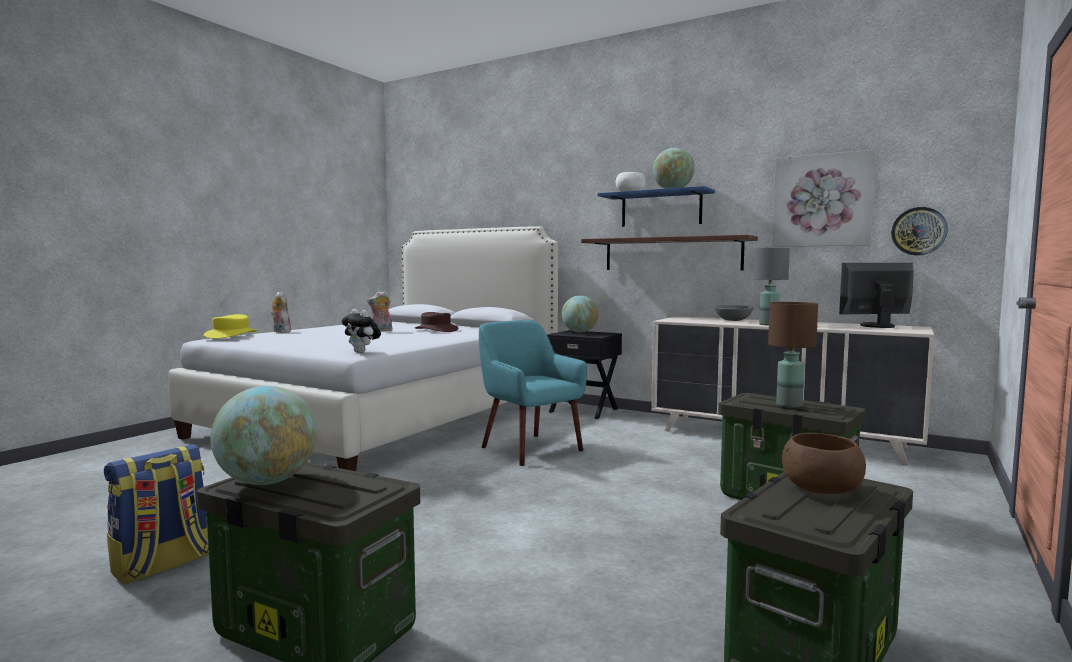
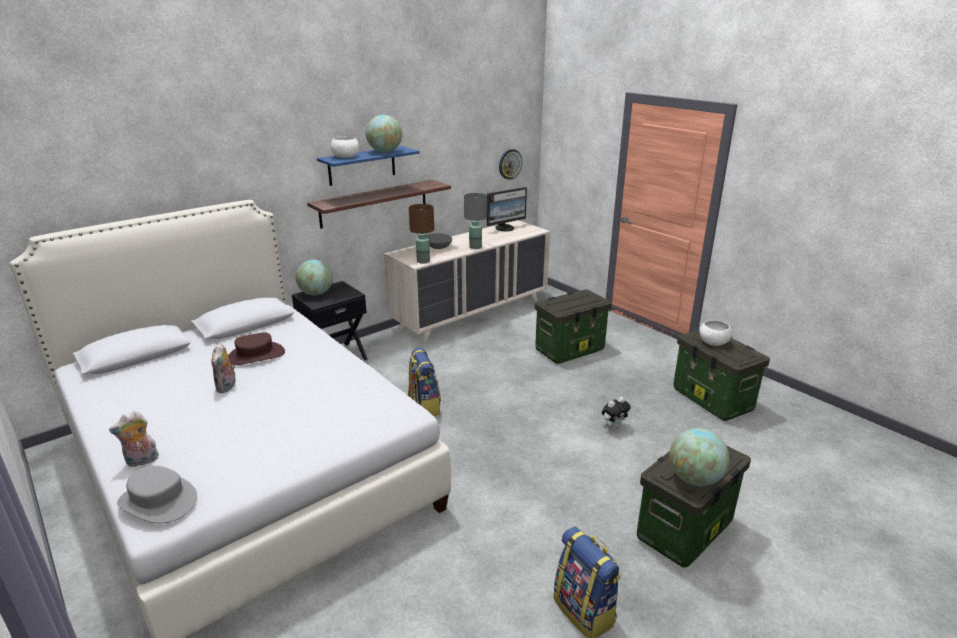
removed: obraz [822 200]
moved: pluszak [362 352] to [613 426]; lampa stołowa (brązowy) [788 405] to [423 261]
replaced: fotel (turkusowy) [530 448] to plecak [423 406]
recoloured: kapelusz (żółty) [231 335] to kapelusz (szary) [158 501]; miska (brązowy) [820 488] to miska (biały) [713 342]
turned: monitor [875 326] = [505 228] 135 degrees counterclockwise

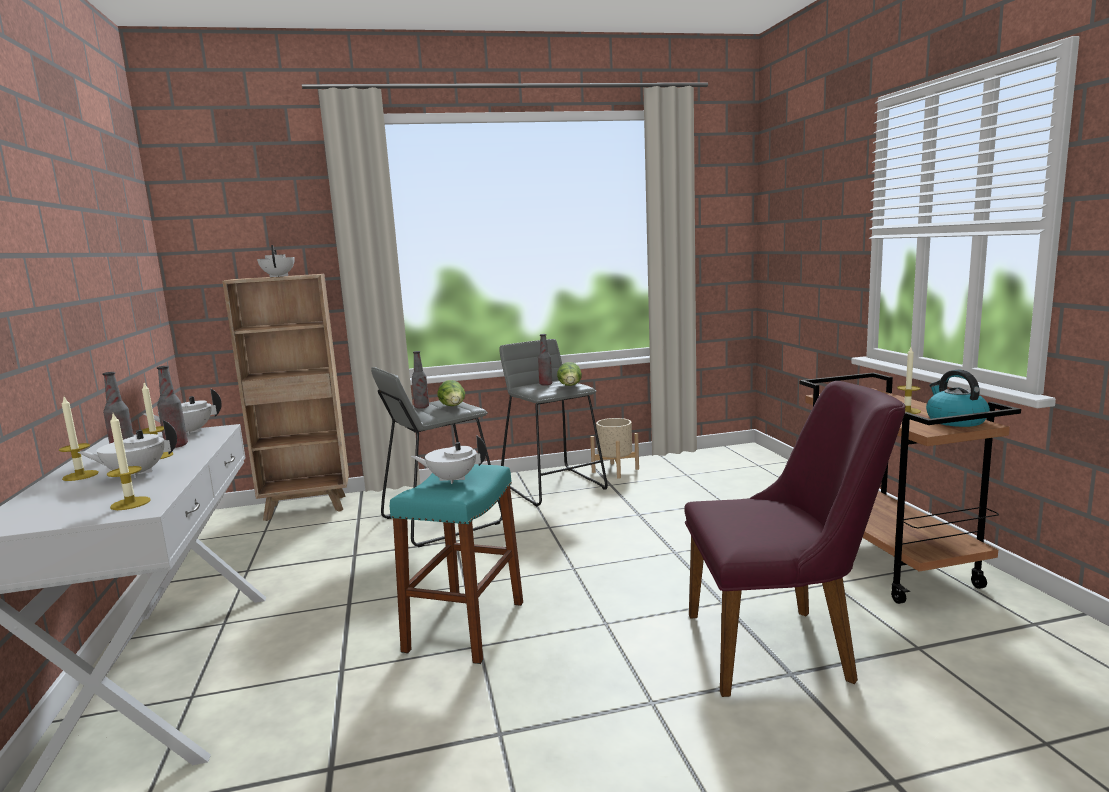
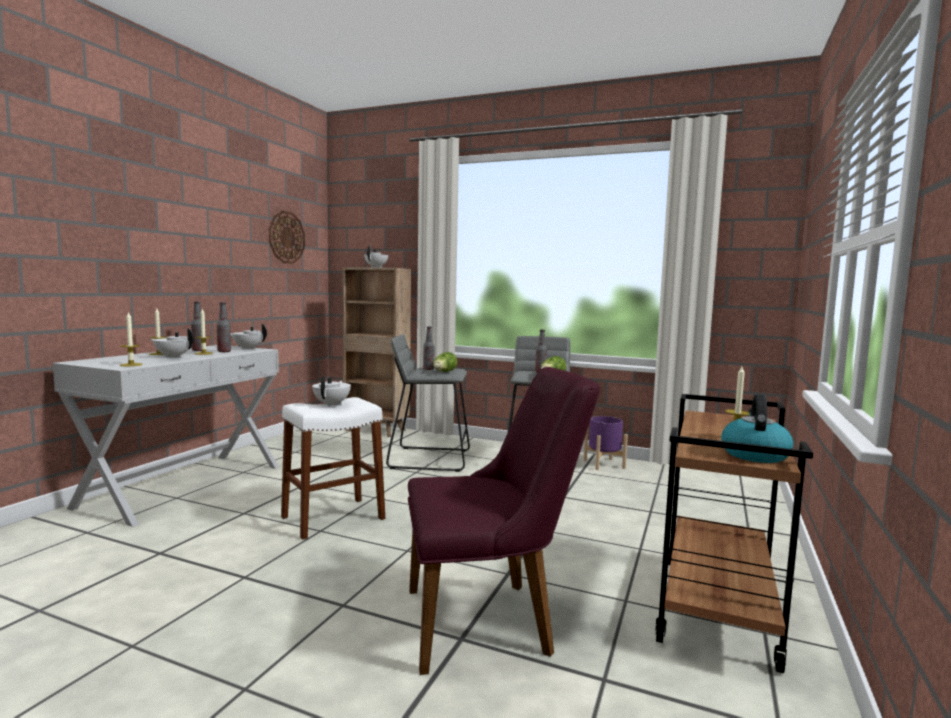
added: zegar ścienny [286 237]
recoloured: stołek (turkusowy) [465 626] to stołek (biały) [333 518]; donica (beżowy) [615 470] to donica (fioletowy) [603 464]
turned: imbryk (biały) [452 479] = [332 404] 60 degrees clockwise; krzesło (fioletowy) [784 647] = [492 621] 45 degrees counterclockwise

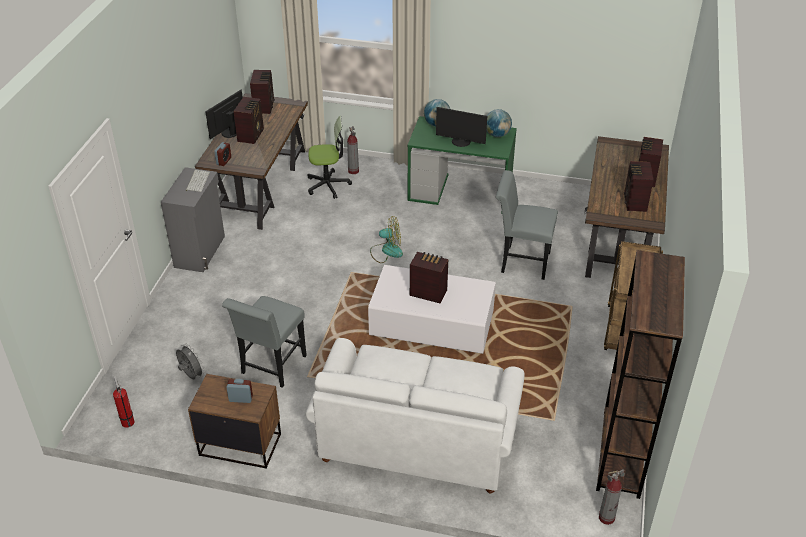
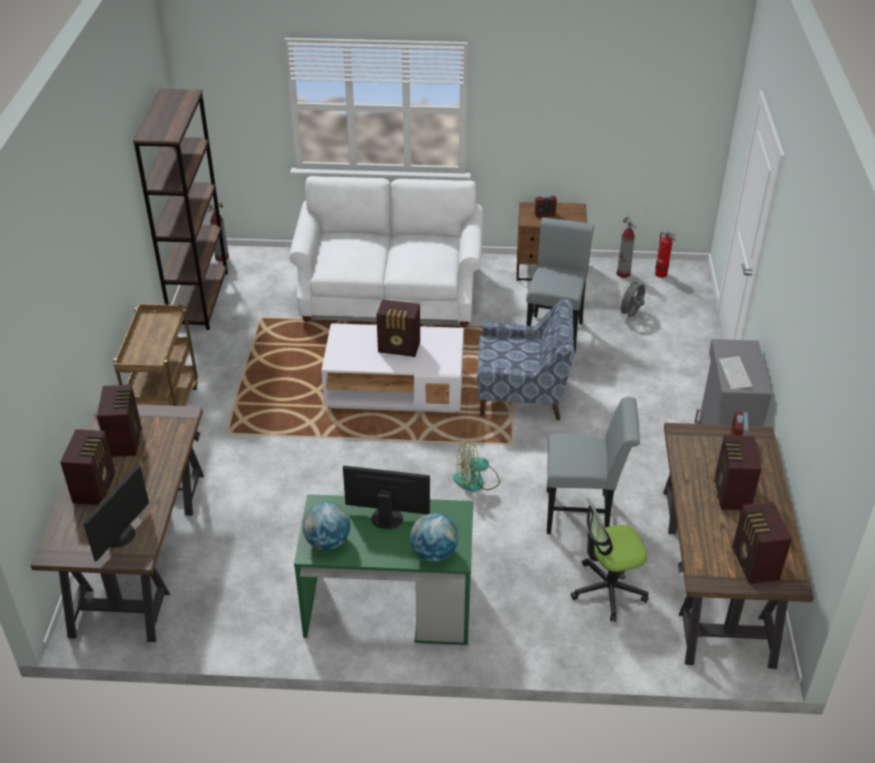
added: fotel (niebieski) [523 394]
moved: monitor [229 132] to [120 535]; gaśnica [353 171] to [623 274]; krzesło (szary) [521 262] to [583 513]
turned: wentylator (szary) [191 375] = [631 315] 90 degrees clockwise

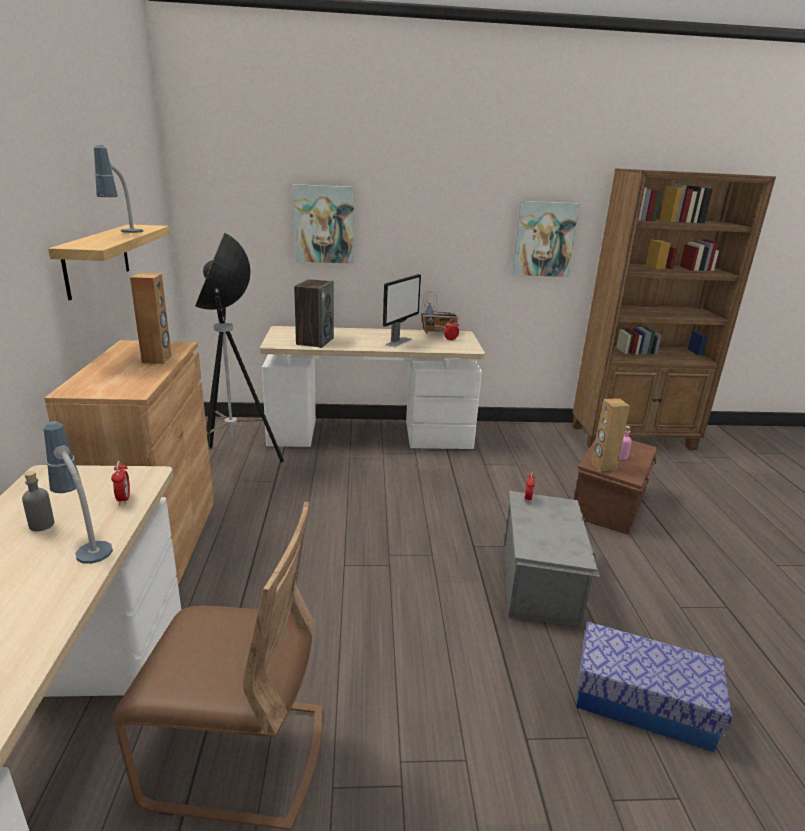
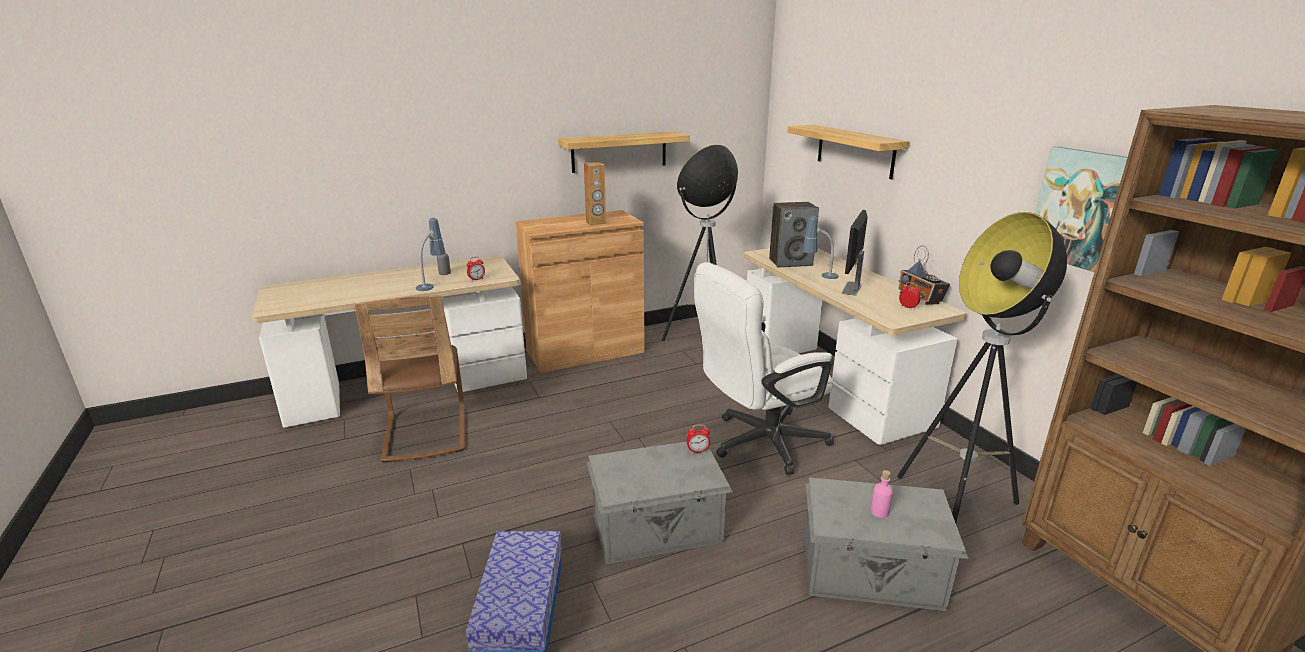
removed: głośnik (brązowy) [603 466]
added: krzesło biurowe (biały) [759 443]; lampa stojąca [957 508]
moved: lampa stołowa [123 233] to [818 277]
replaced: obraz [324 224] to półka [855 151]
recoloured: pojemnik do przechowywania (brązowy) [610 504] to pojemnik do przechowywania (szary) [871 574]
turned: monitor [399 342] = [851 288] 105 degrees clockwise

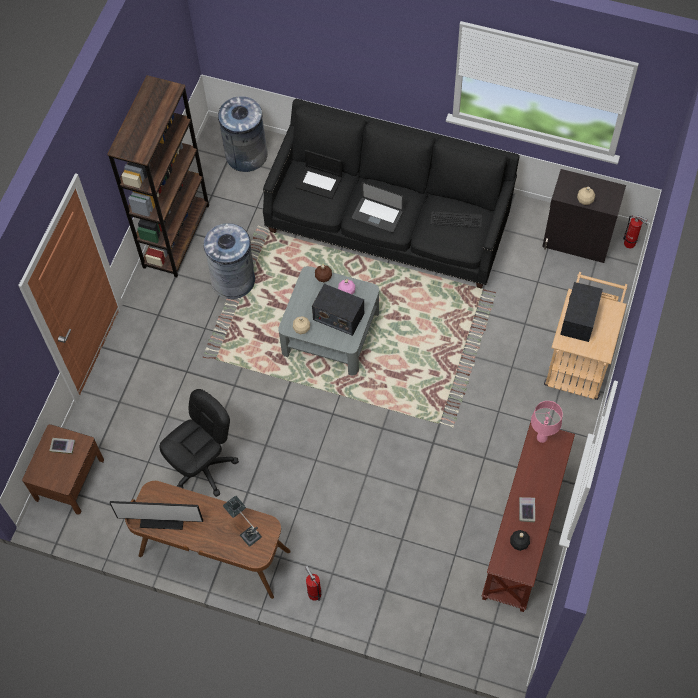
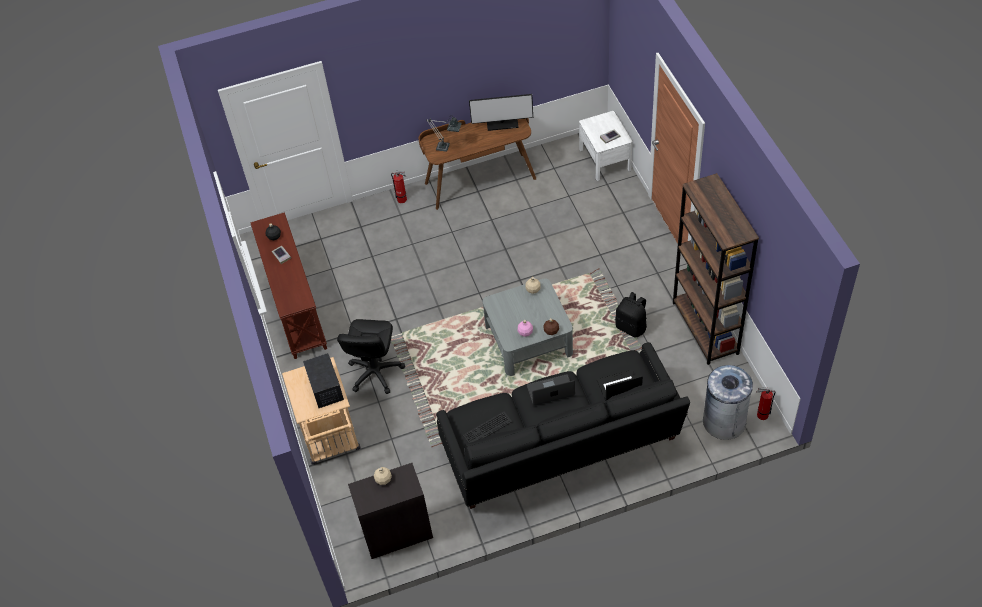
removed: radio [338 316]; lampa stołowa (różowy) [542 437]
moved: krzesło biurowe (czarny) [203 467] to [375 372]; gaśnica [631 244] to [761 415]
replaced: kosz na śmieci (szary) [233 280] to plecak (czarny) [631 327]
recoloured: szafka nocna (brązowy) [69 479] to szafka nocna (biały) [605 160]
turned: monitor [162 519] = [502 124] 150 degrees counterclockwise

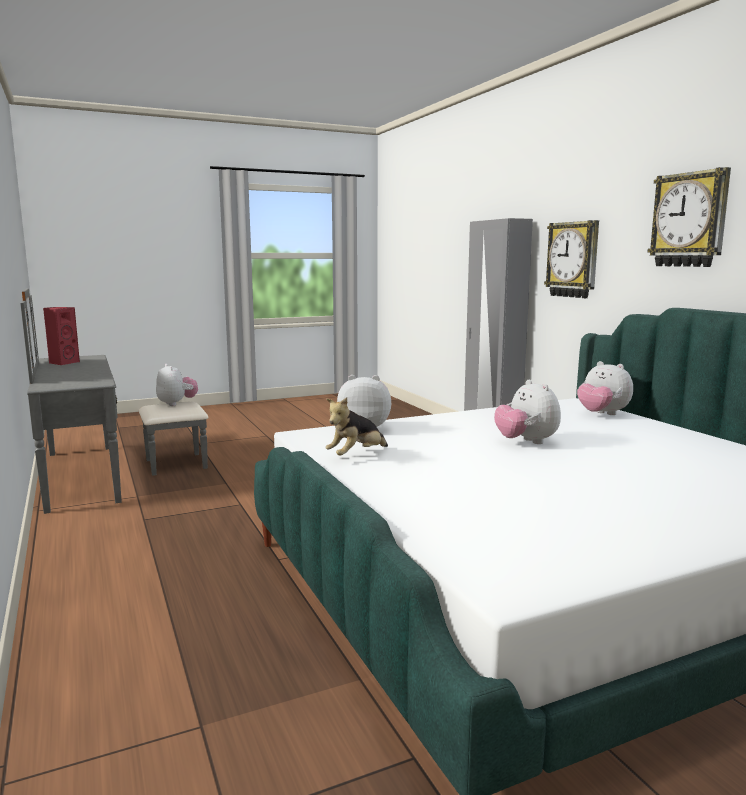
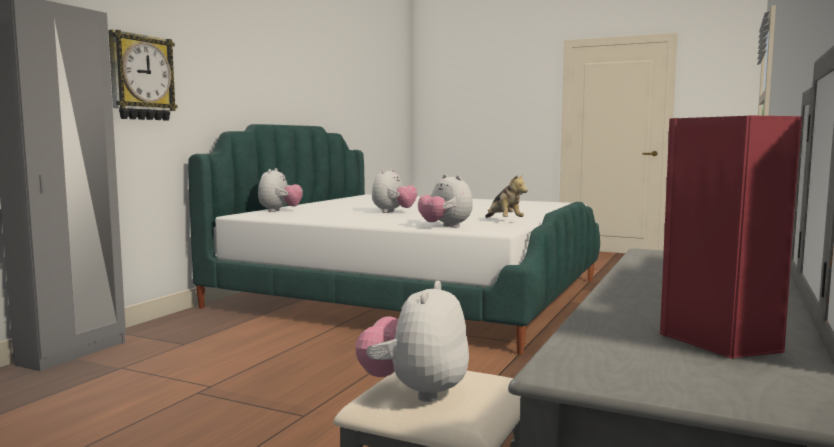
removed: zegar ścienny [689 220]
turned: pluszak [356 455] = [504 221] 60 degrees clockwise

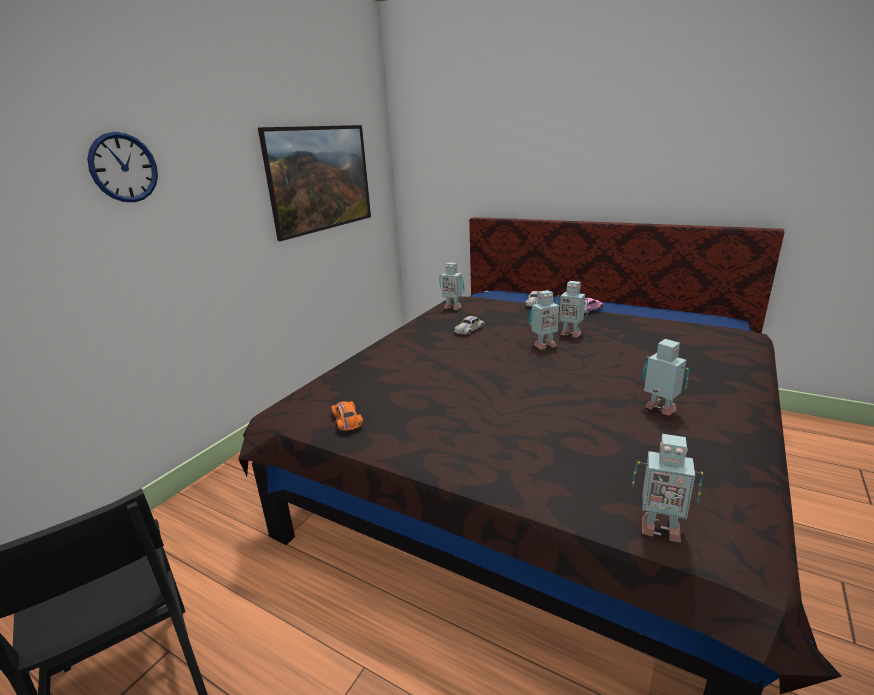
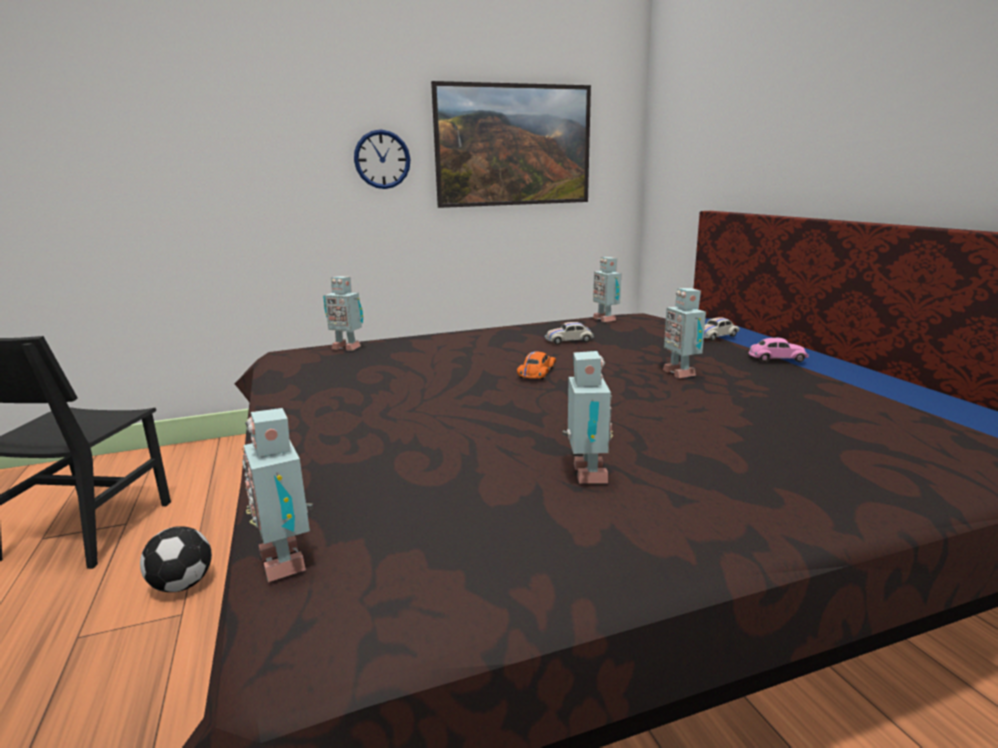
added: piłka futbolowa [182 584]
moved: zegar ścienny [123 167] to [382 159]; samochodzik (pomarańczowy) [347 420] to [537 373]; robot zabawkowy [543 345] to [346 347]

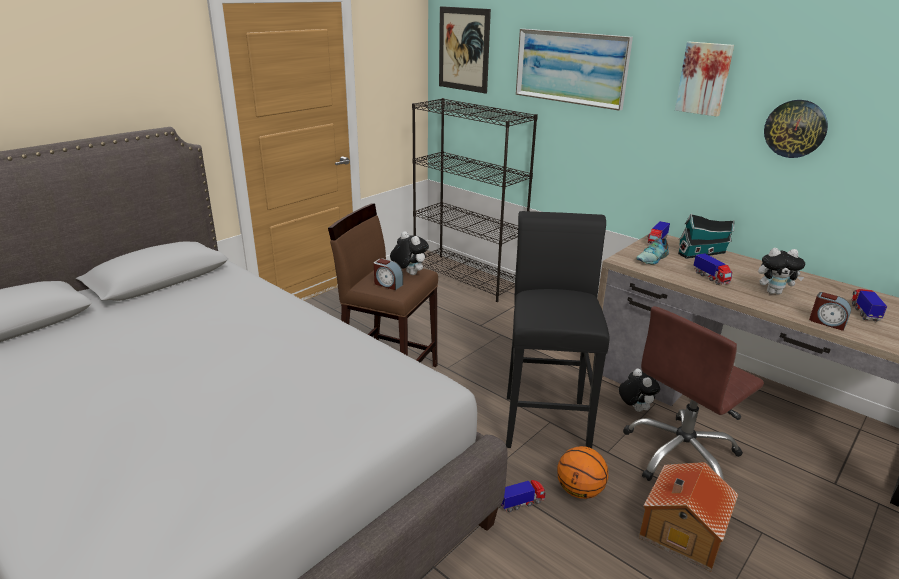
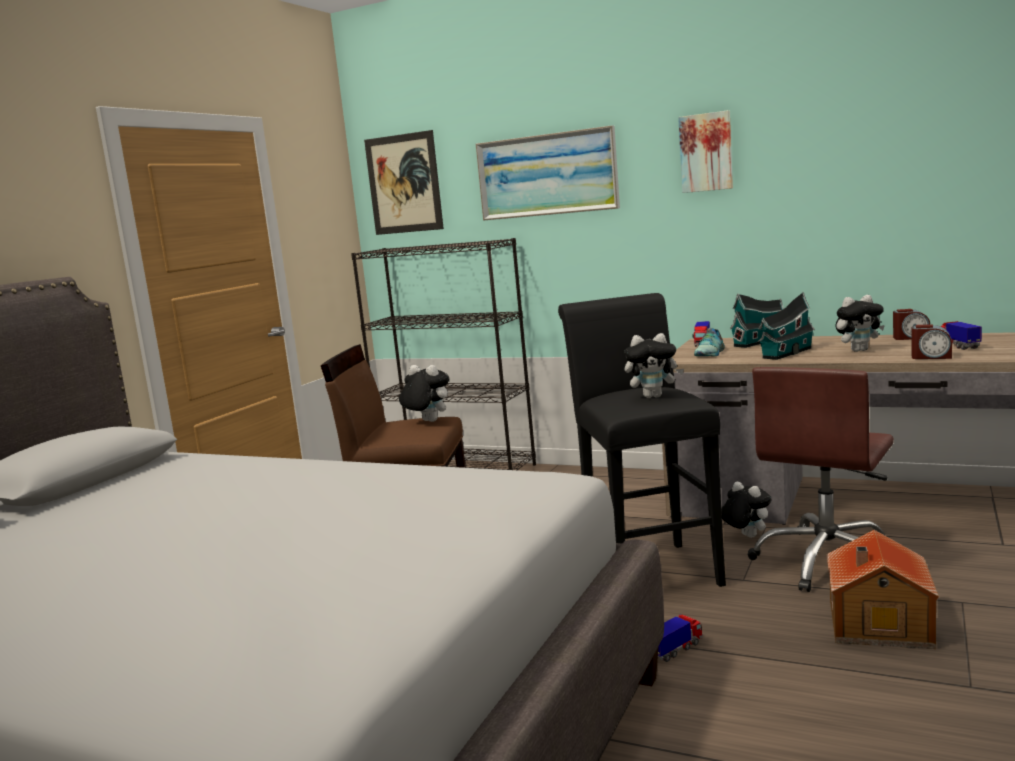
removed: piłka do koszykówki [579 491]; zegar ścienny [795 128]
added: pluszak [654 396]
moved: budzik [388 284] to [911 338]
replaced: ciężarówka zabawkowa [711 278] to domek [785 353]

